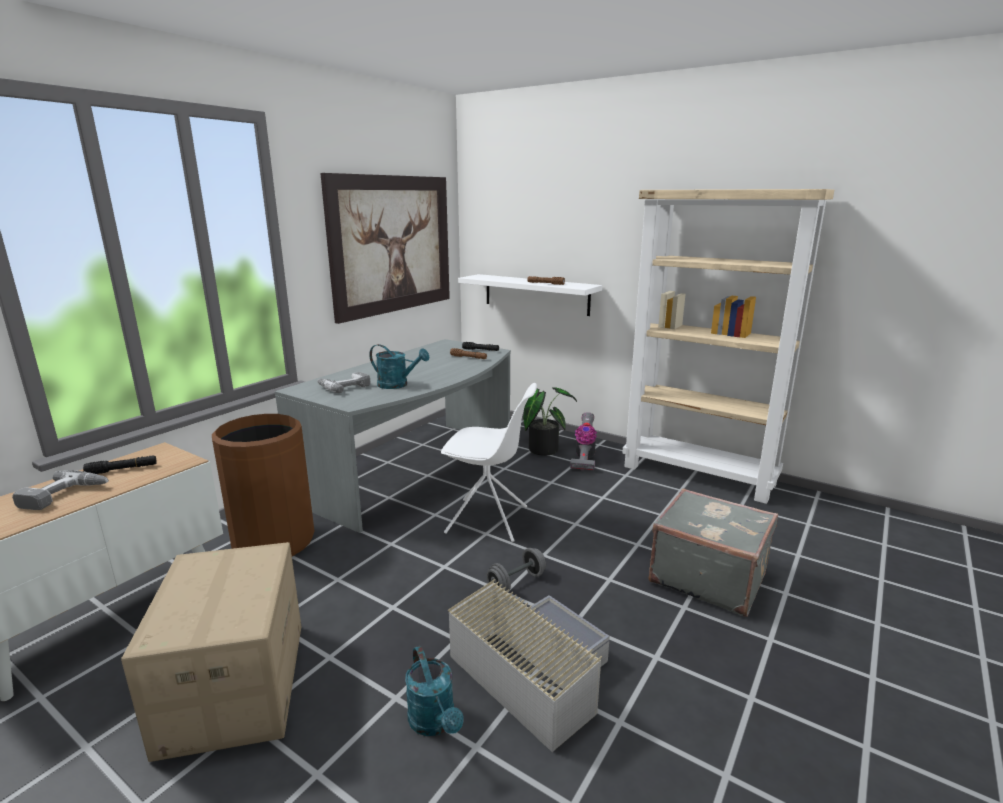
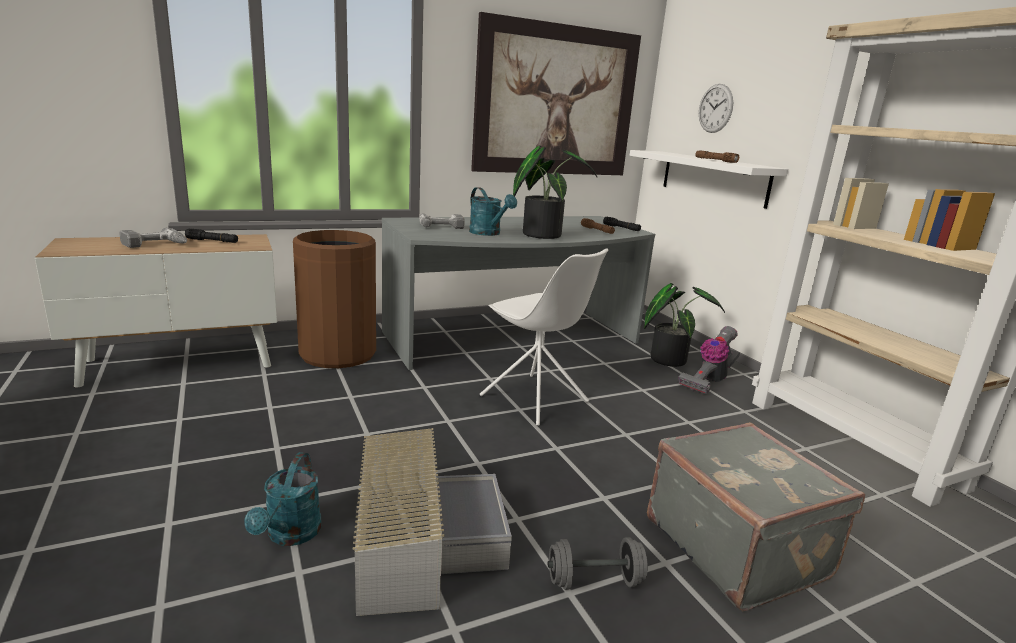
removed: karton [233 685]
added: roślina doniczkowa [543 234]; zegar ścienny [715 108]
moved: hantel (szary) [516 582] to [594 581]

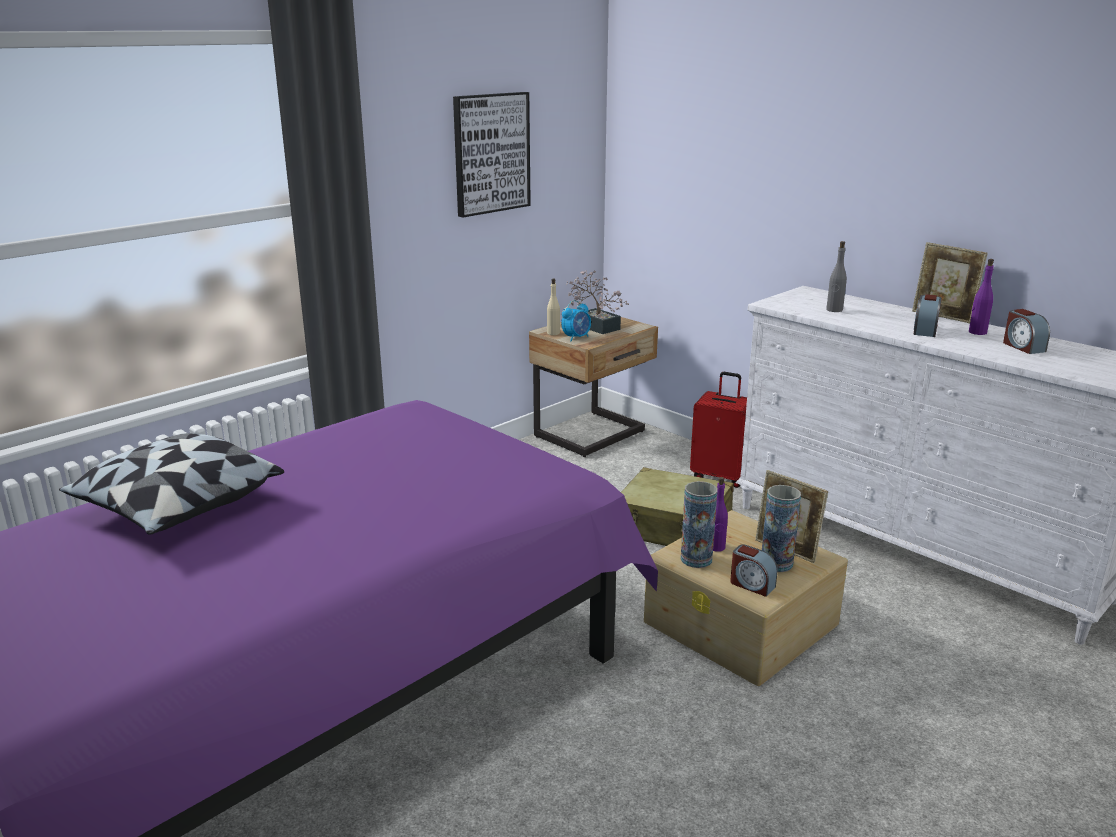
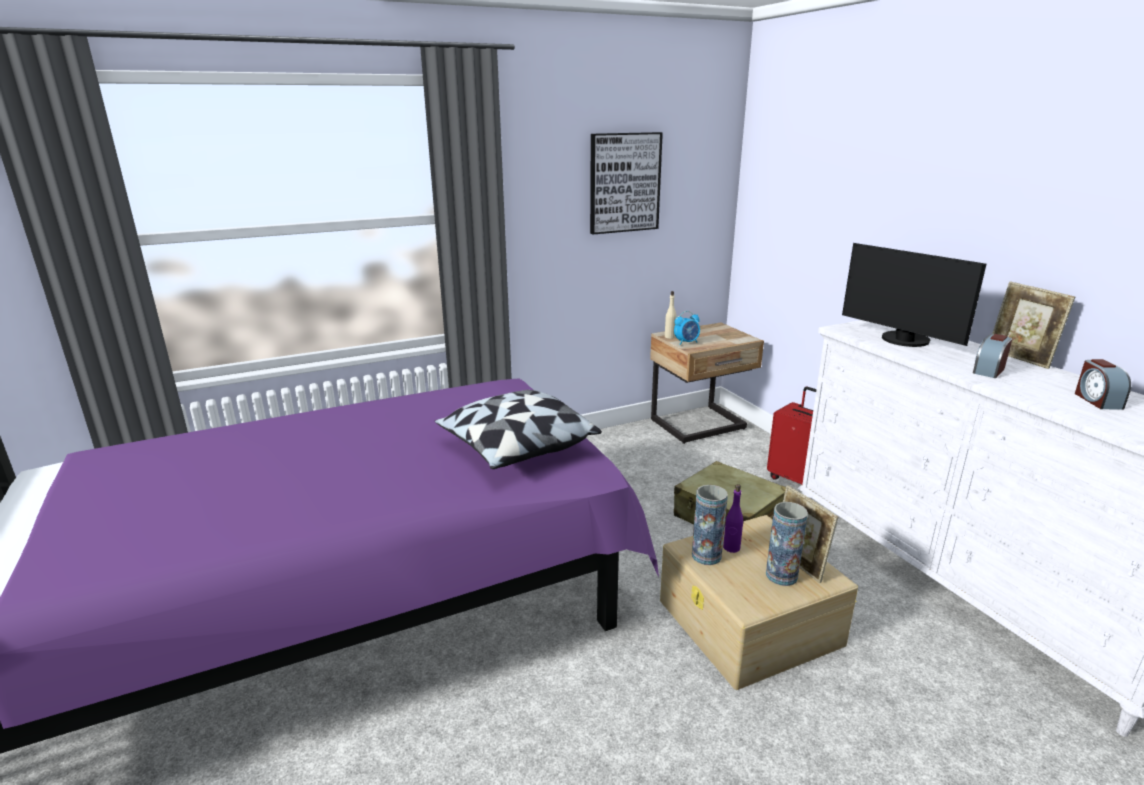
removed: roślina doniczkowa [595 326]; budzik [751 585]; butelka (fioletowy) [977 332]
moved: poduszka [177 507] to [516 448]
replaced: butelka (szary) [834 310] to monitor [902 340]

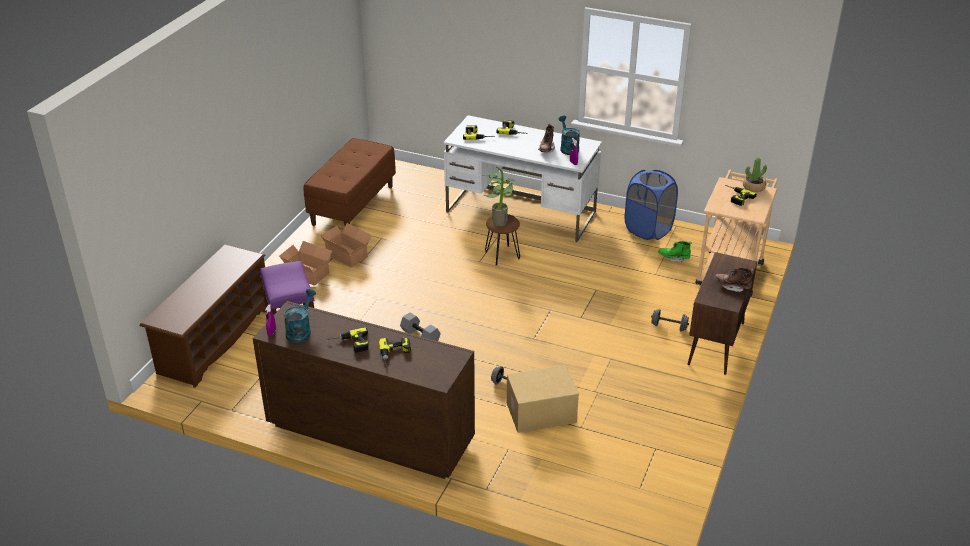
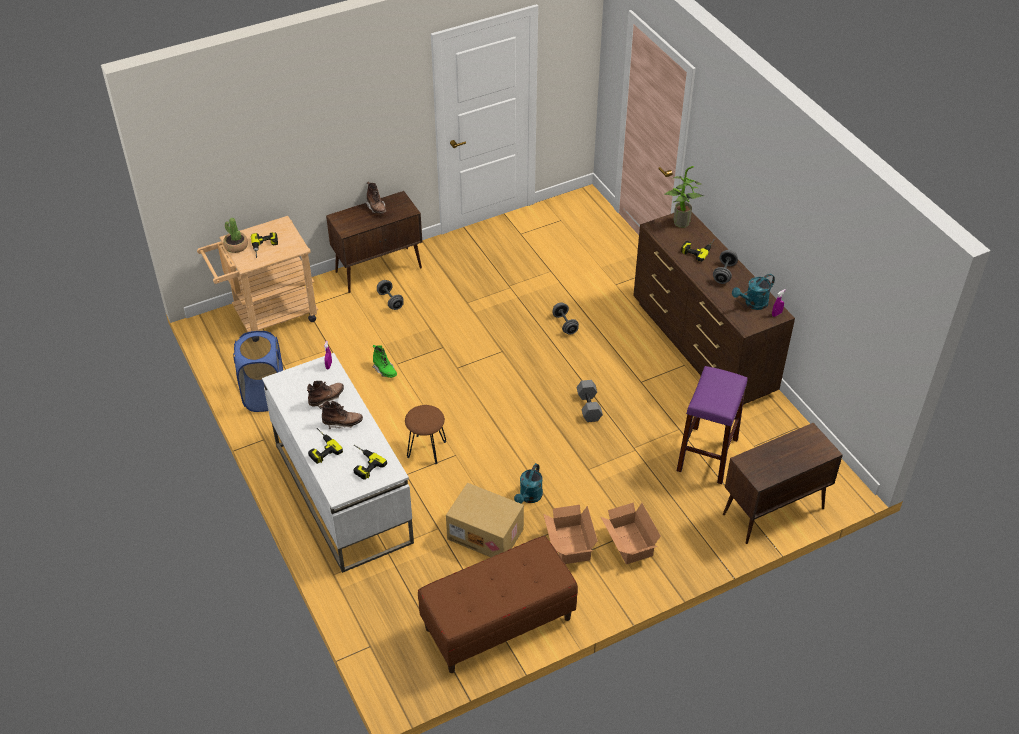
added: but z cholewką (brązowy) [342 423]
moved: roślina doniczkowa [499 221] to [679 224]; karton [541 413] to [486 533]; konewka (turkusowy) [568 148] to [529 497]; but z cholewką (zielony) [673 258] to [385 370]
replaced: regał na buty (brązowy) [215 339] to szafka (brązowy) [772 512]; wiertarka [349 344] to hantel (szary) [724 273]

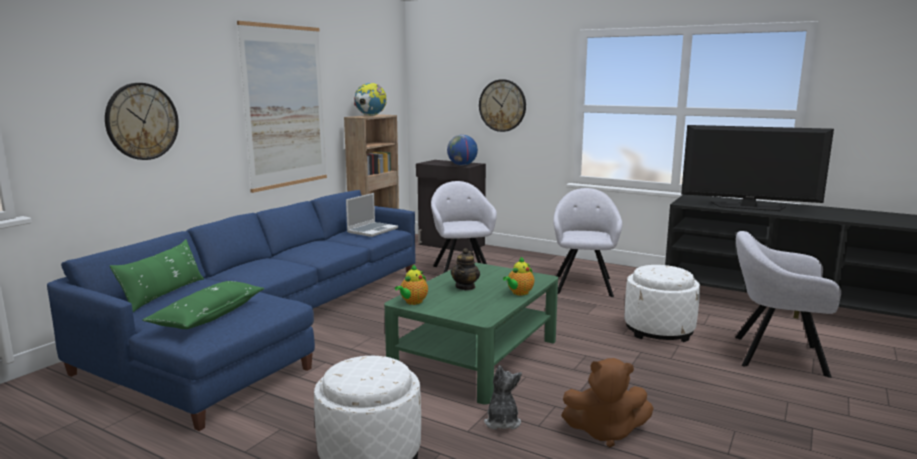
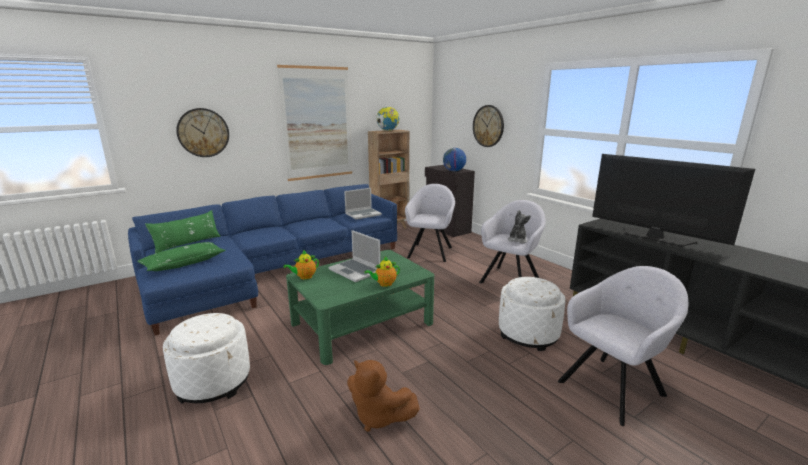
moved: pluszak [502 421] to [517 240]
replaced: imbryk [465 287] to laptop [355 271]
turned: fotel (szary) [774 355] = [613 386] 105 degrees clockwise

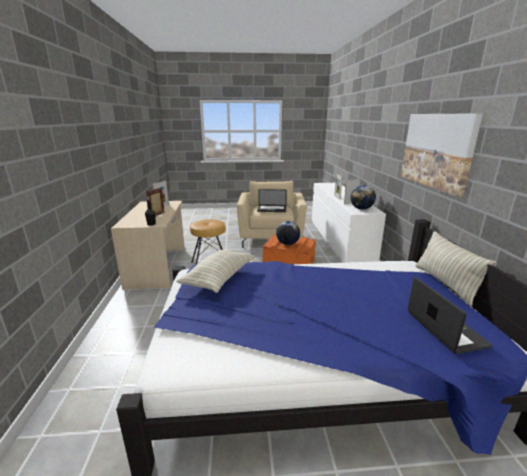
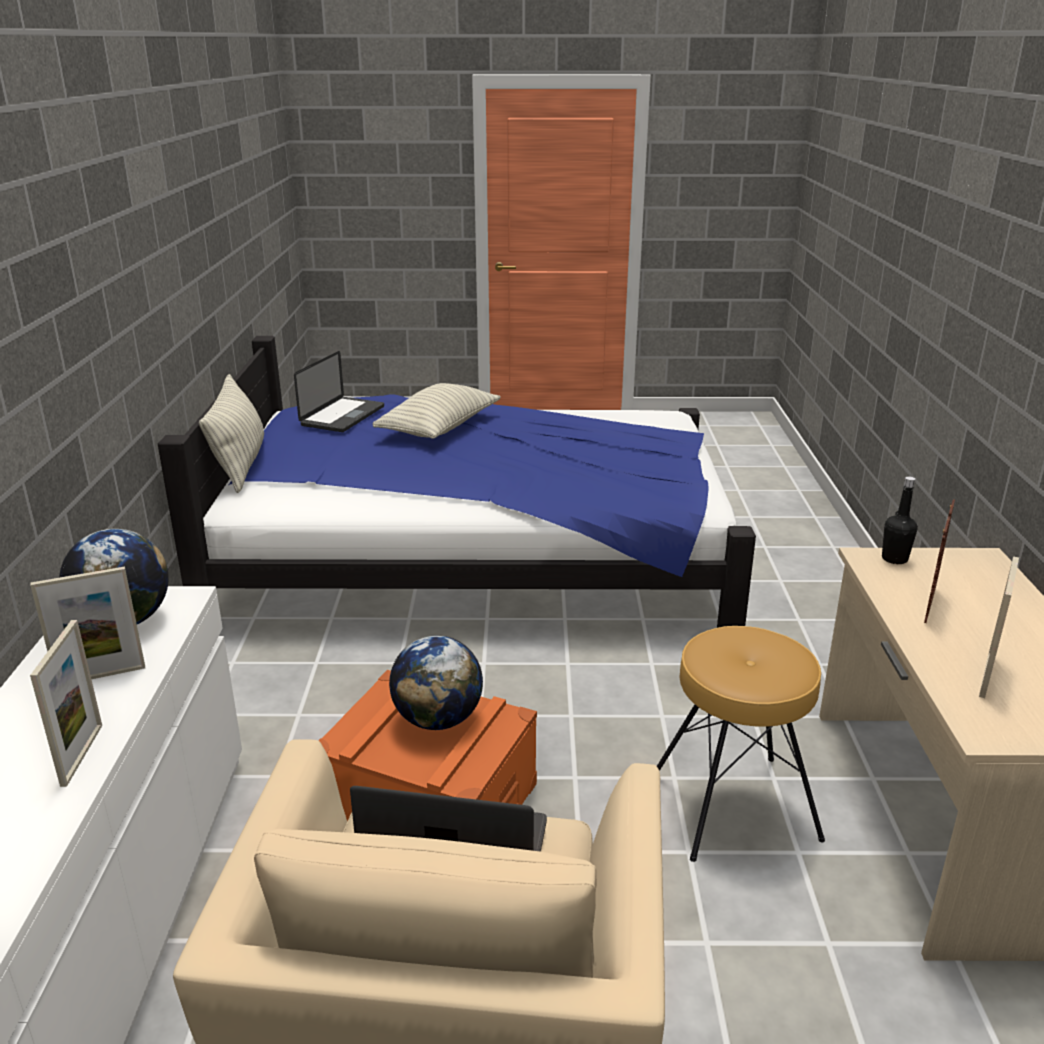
removed: obraz [436 150]
moved: poduszka [219 278] to [439 428]
turned: laptop [445 329] = [343 416] 150 degrees counterclockwise

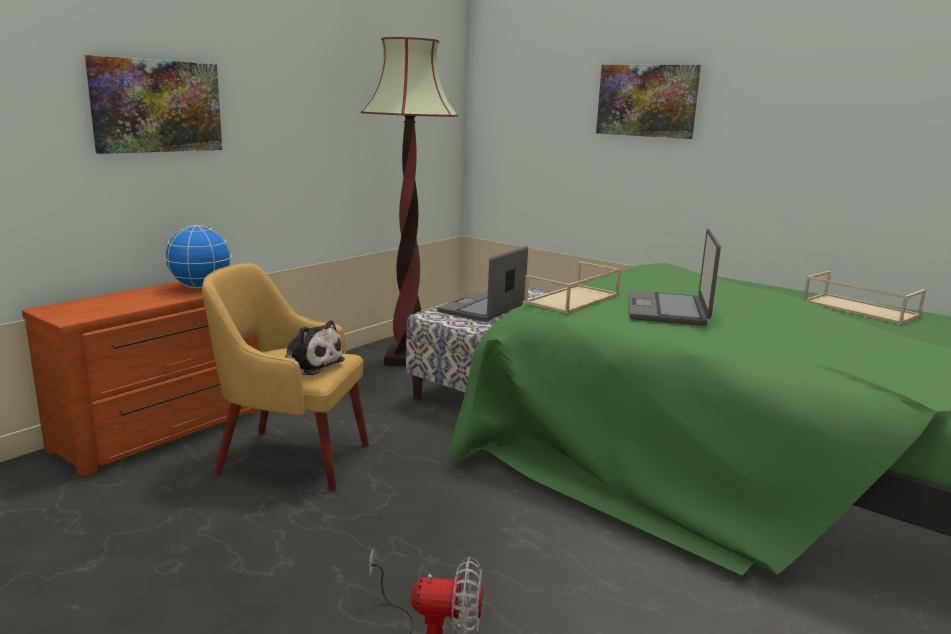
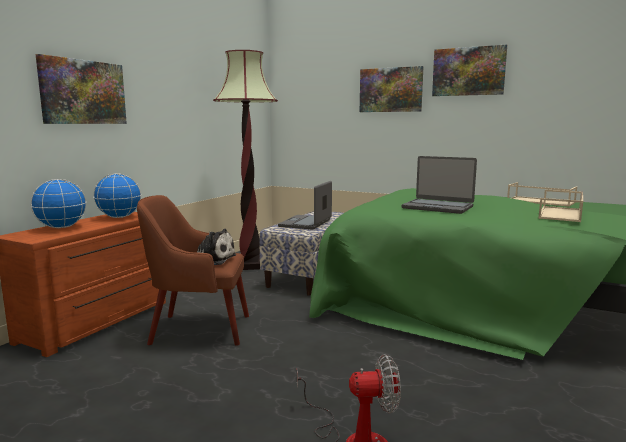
added: globus [61 227]; obraz [468 71]
moved: taca (beżowy) [573 299] to [561 214]
recoloured: fotel (żółty) [289 458] to fotel (brązowy) [197 329]
turned: laptop [668 310] = [438 207] 60 degrees counterclockwise

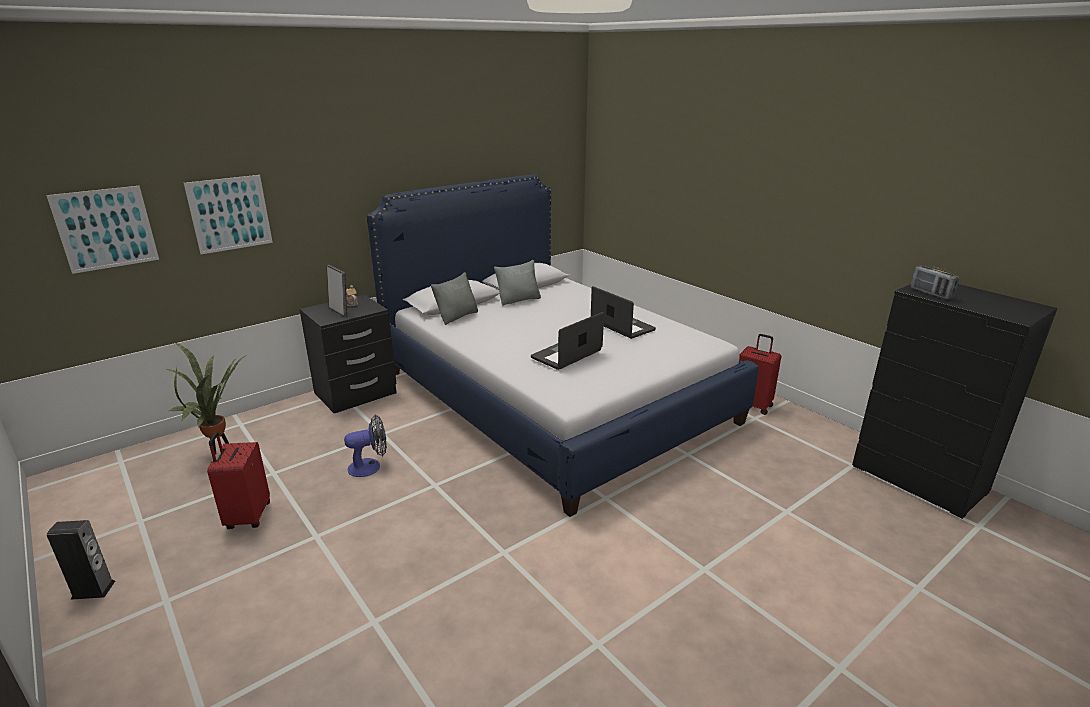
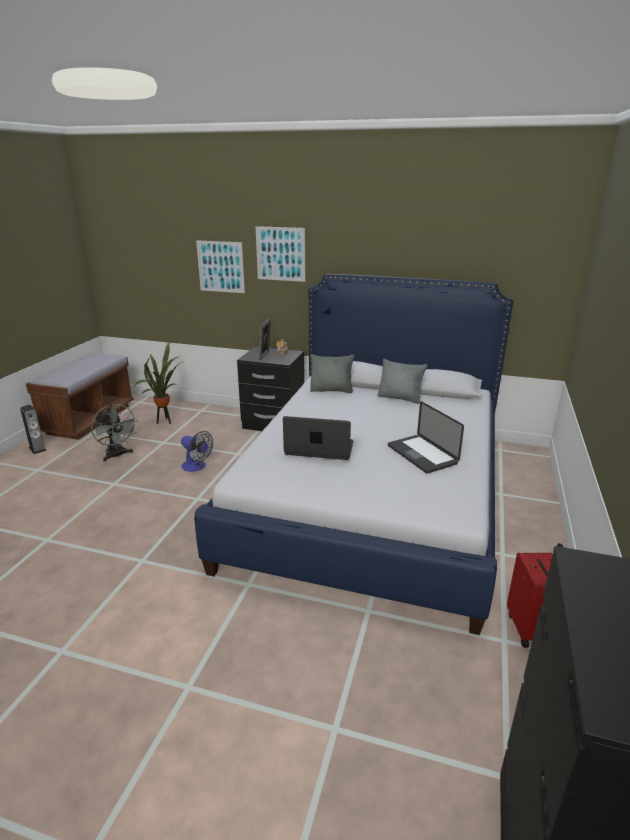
removed: radio [930 294]
added: ławka (brązowy) [89 419]
moved: obraz [105 229] to [280 254]
replaced: walizka (czerwony) [247 516] to wentylator (szary) [117 455]
turned: laptop [622 326] = [422 454] 135 degrees clockwise

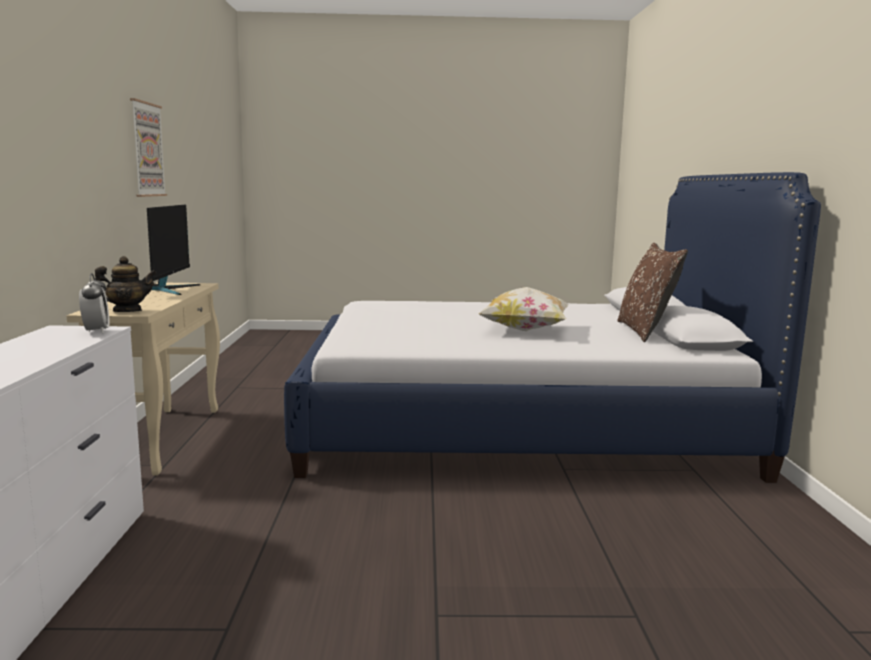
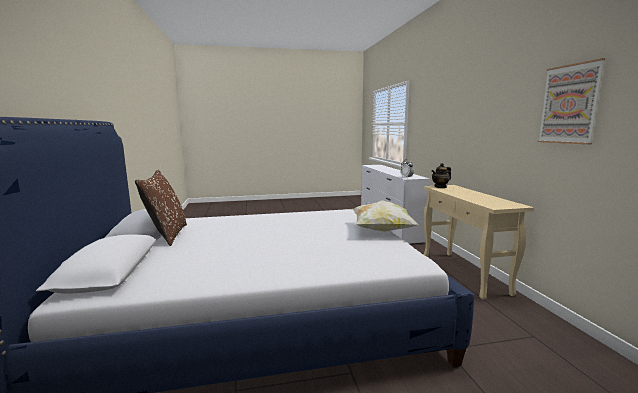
removed: monitor [170 289]
moved: poduszka [525 330] to [382 230]

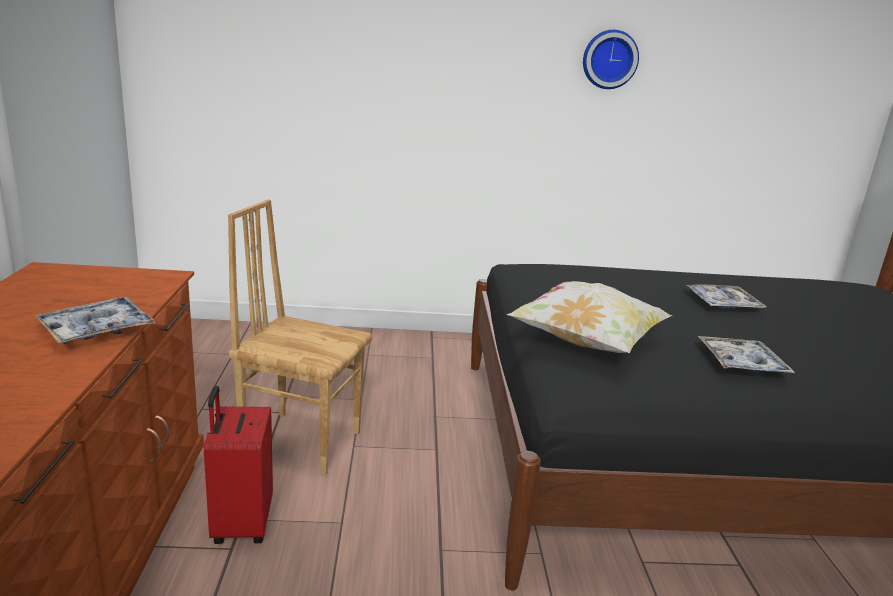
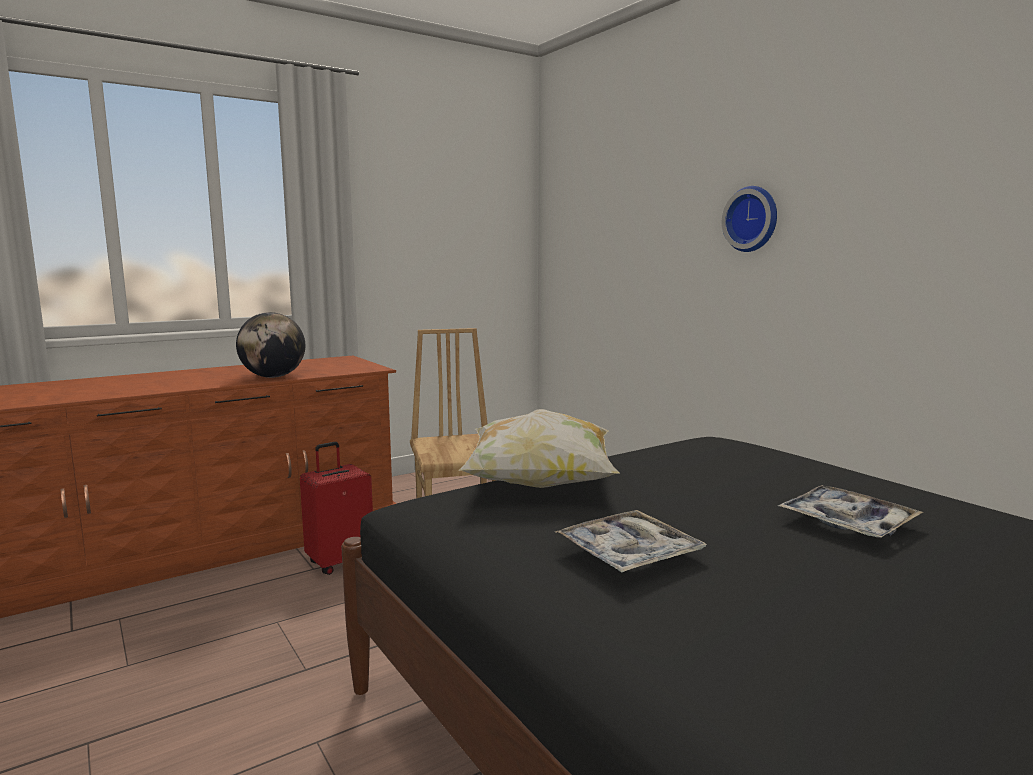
moved: zegar ścienny [609 59] to [752 219]
replaced: taca [97 330] to globus [273 377]

